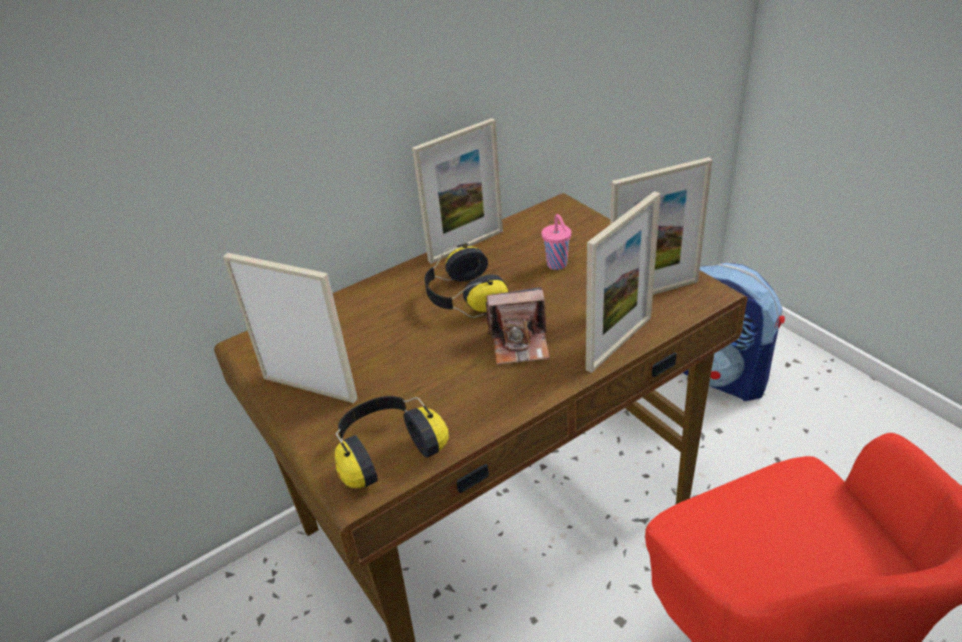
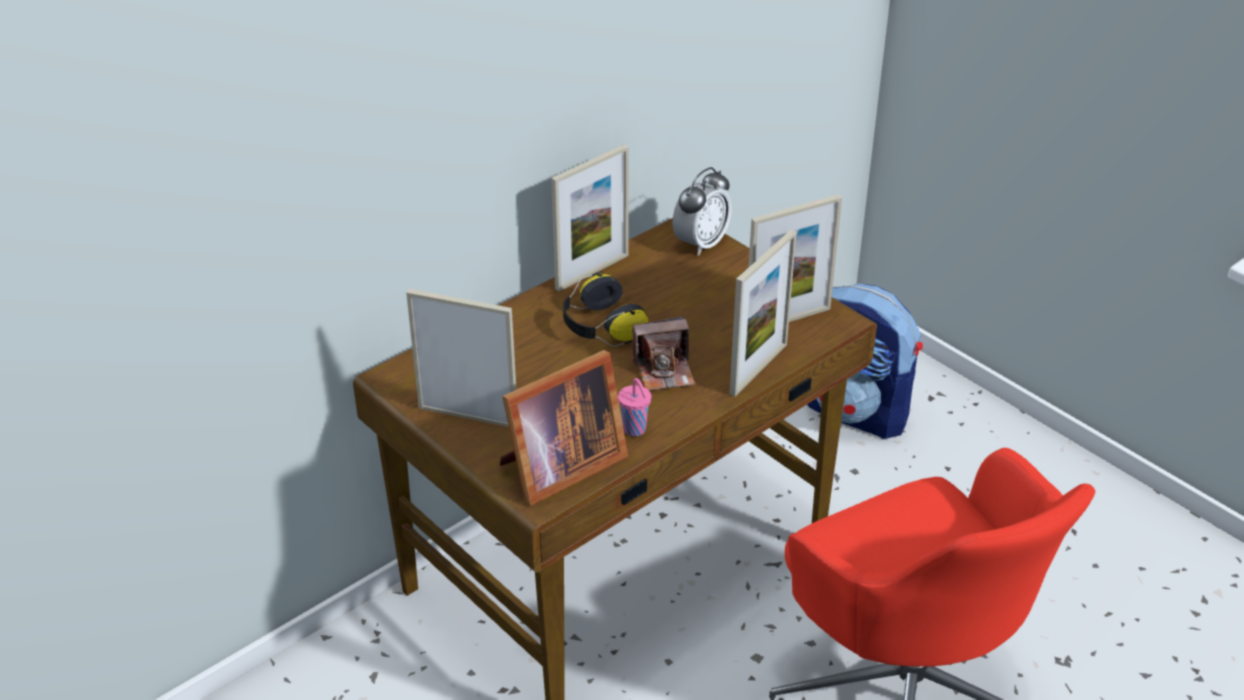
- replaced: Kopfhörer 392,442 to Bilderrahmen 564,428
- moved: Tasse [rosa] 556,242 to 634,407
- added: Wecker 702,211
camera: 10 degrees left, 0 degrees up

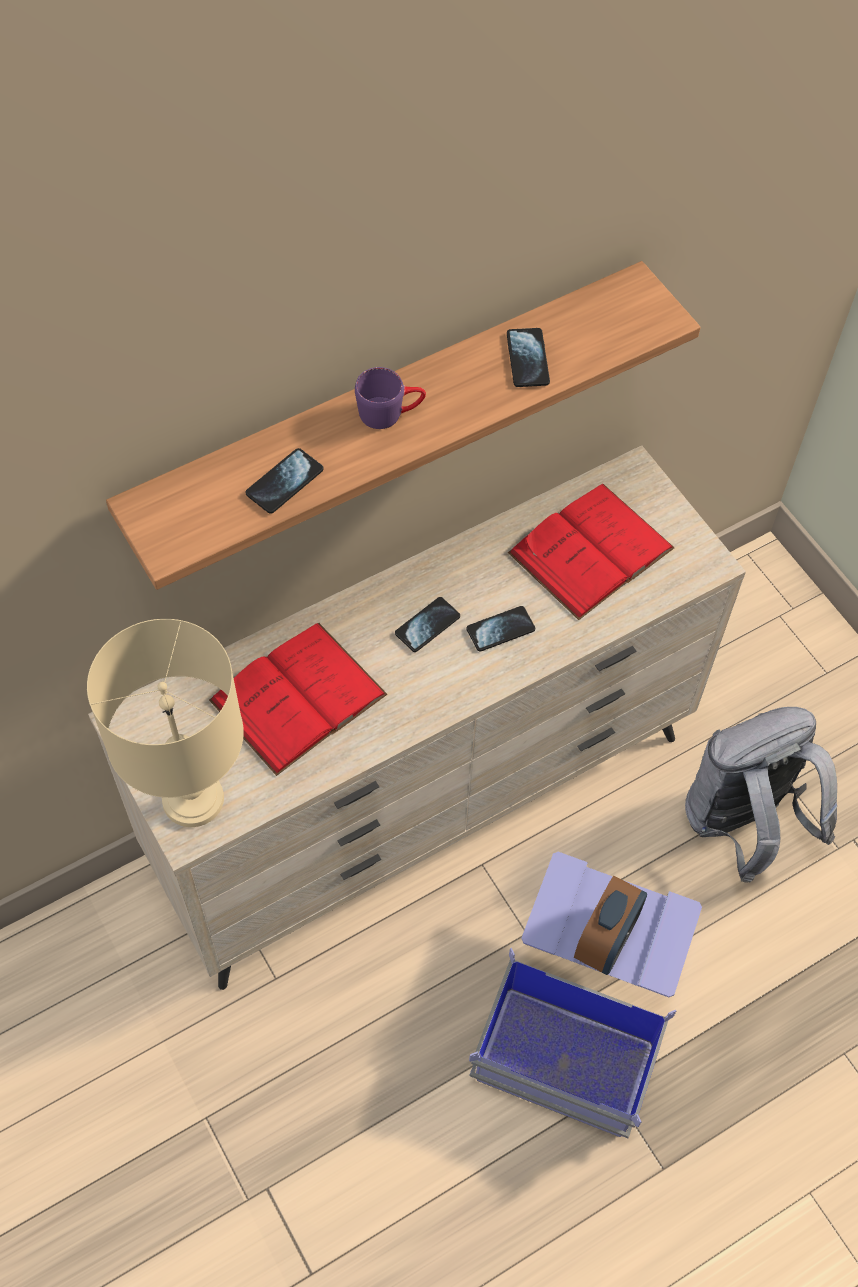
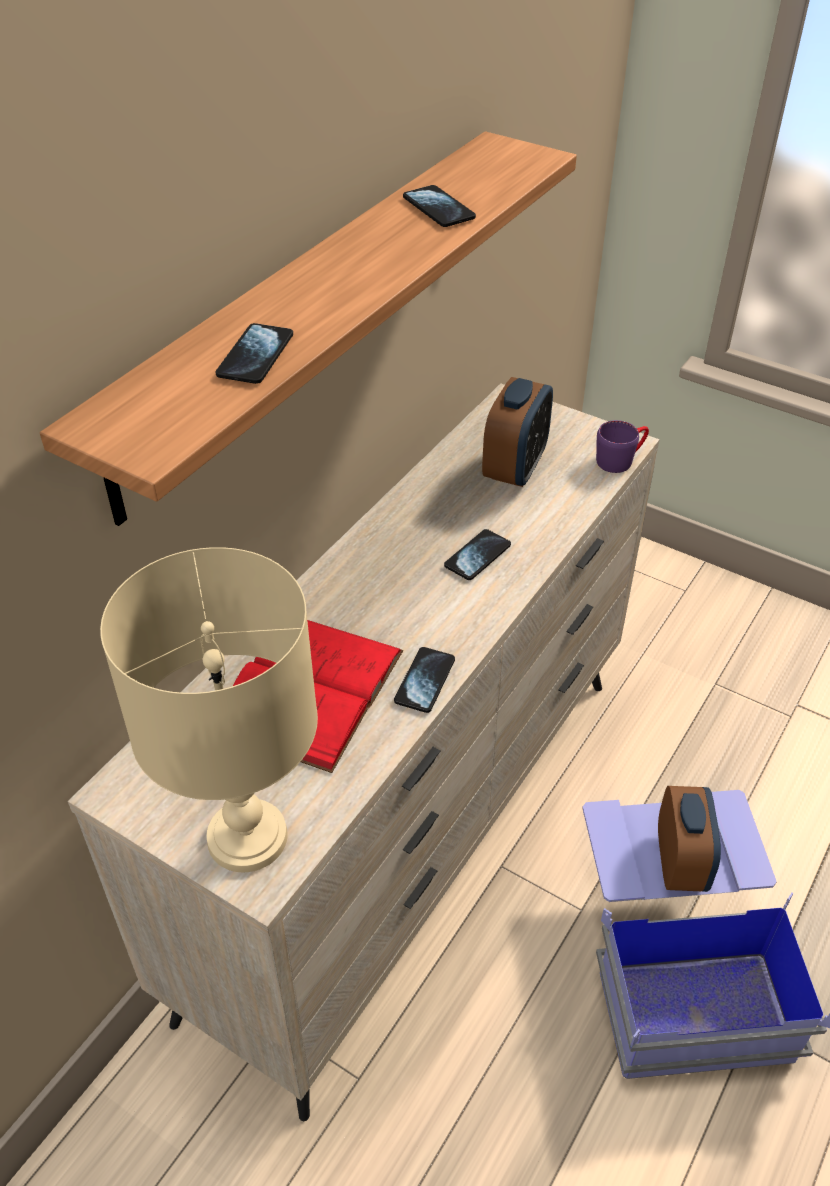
- moved: Handy 427,624 to 424,680
- replaced: Buch [rot] 591,552 to Wecker 517,432
- moved: Henkelbecher [lila] 390,398 to 622,446
- removed: Rucksack [grau] 761,795
camera: 25 degrees left, 15 degrees down

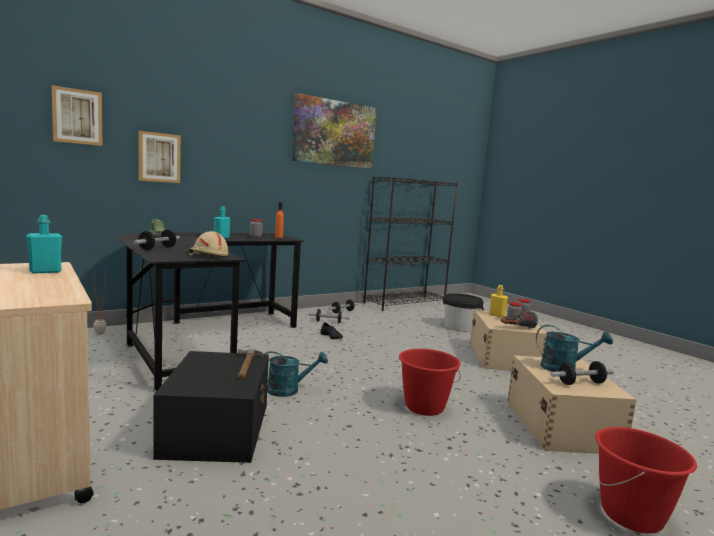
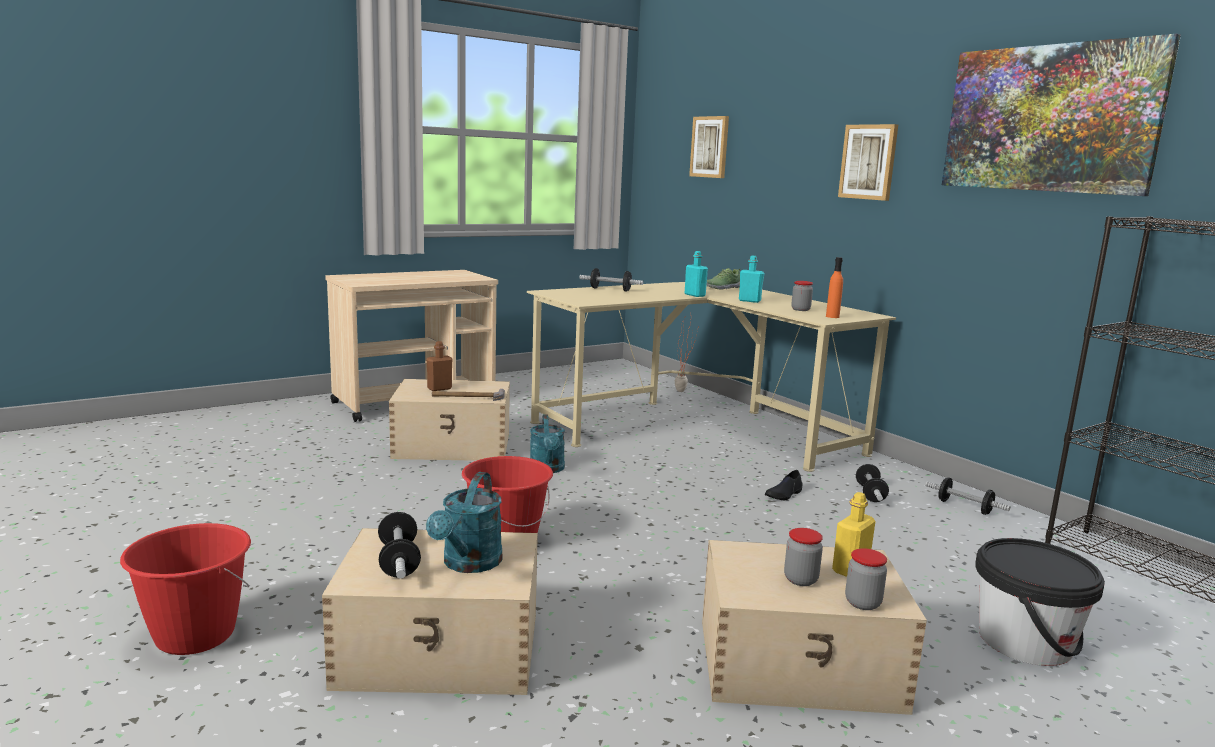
- recoloured: Aufbewahrungsbox [schwarz] 211,407 to Aufbewahrungsbox [beige] 449,420
- added: Flasche [braun] 439,366
- recoloured: Schreibtisch [schwarz] 211,313 to Schreibtisch [beige] 711,377
- moved: Flasche [türkis] 44,244 to 696,274
- moved: Bild 159,157 to 868,162
- removed: Schutzhelm [beige] 209,244
- removed: Taschenlampe 519,319
camera: 90 degrees right, 5 degrees up

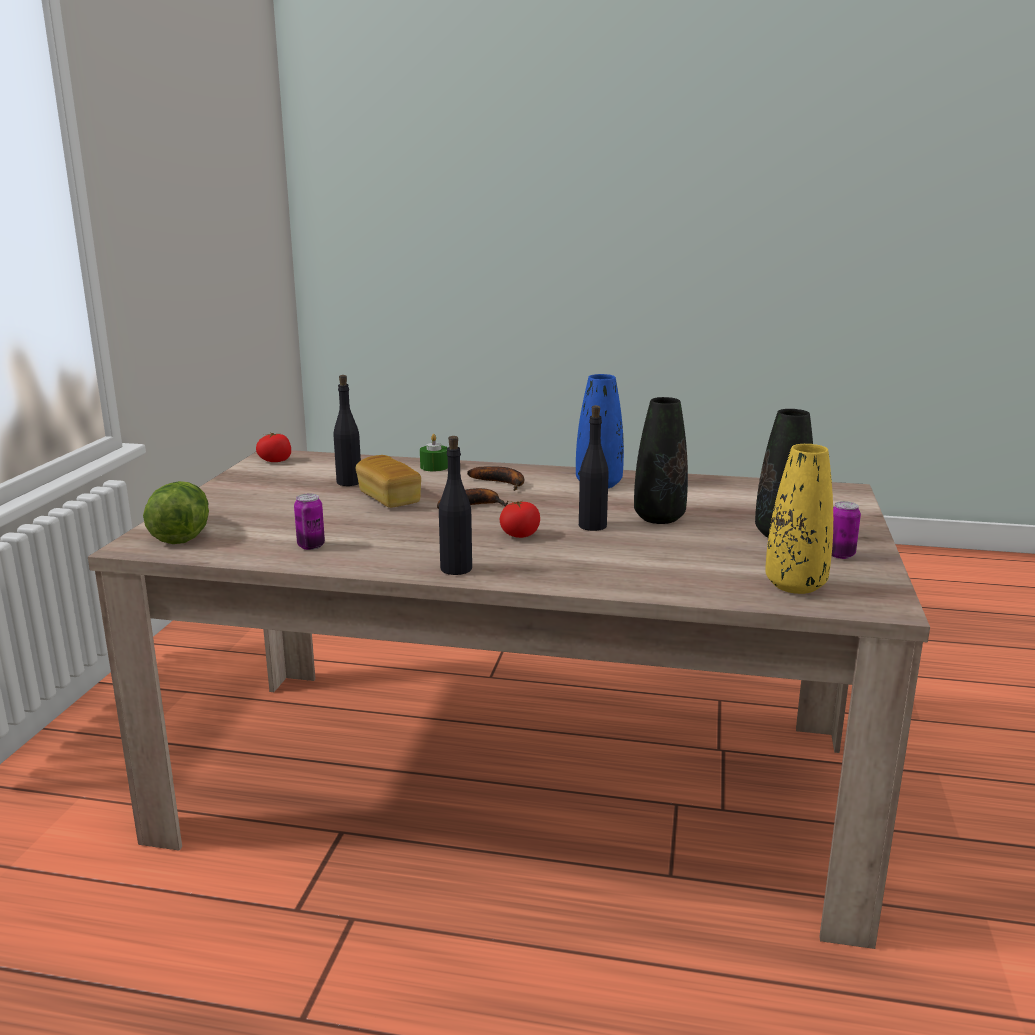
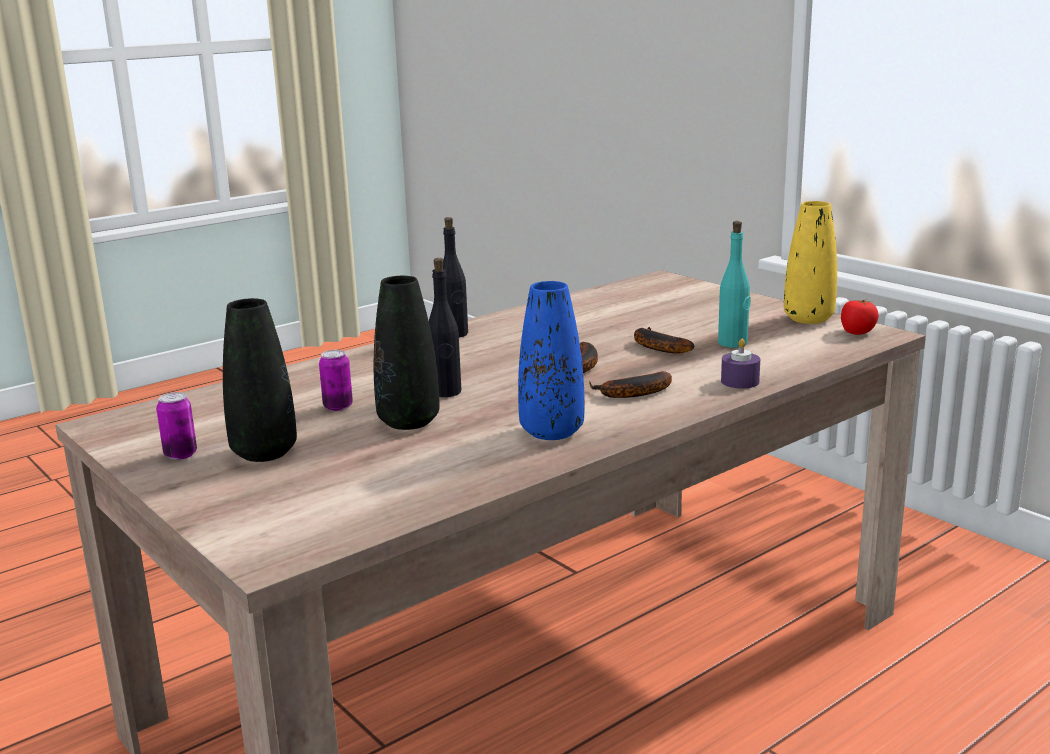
- moved: Dose 309,522 to 336,380
- replaced: Brot 388,481 to Banane 664,340
- recoloured: Flasche [schwarz] 347,430 to Flasche [türkis] 734,284
- recoloured: Kerze [grün] 434,452 to Kerze [lila] 740,364
- moved: Vase [gelb] 799,519 to 810,262
- removed: Salatkopf 176,512
- removed: Tomate 520,519
camera: 130 degrees right, 0 degrees up

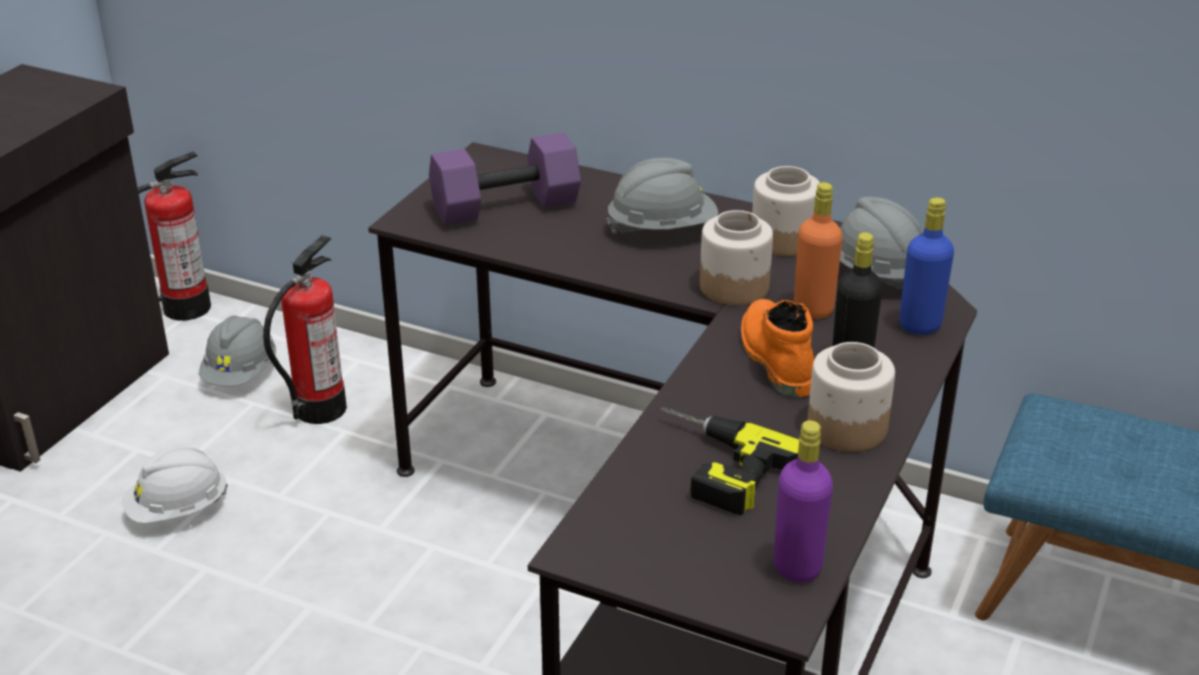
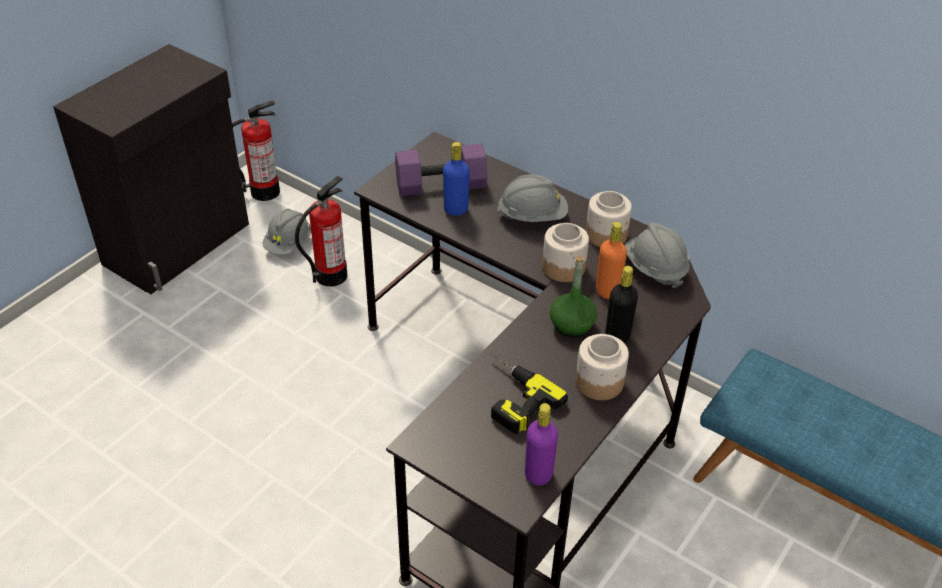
- moved: Flasche [blau] 927,266 to 456,179
- replaced: Stiefel [orange] 777,348 to Flasche [grün] 573,296
- removed: Schutzhelm [weiß] 175,484
camera: 10 degrees right, 10 degrees up

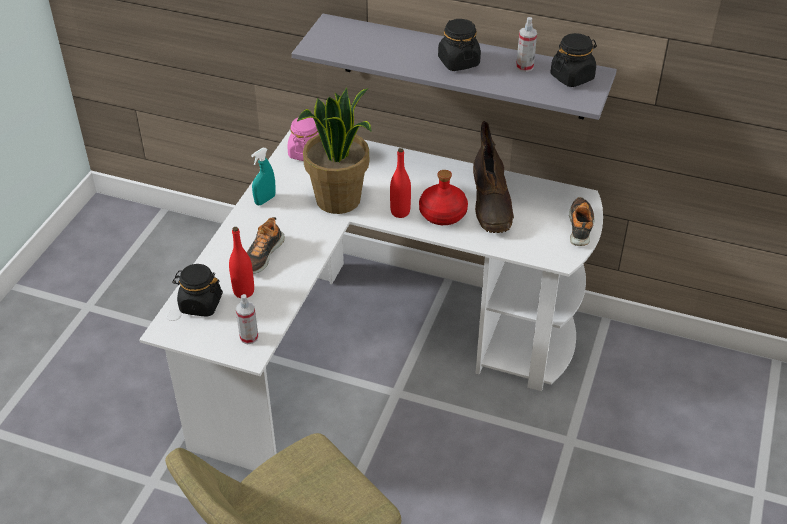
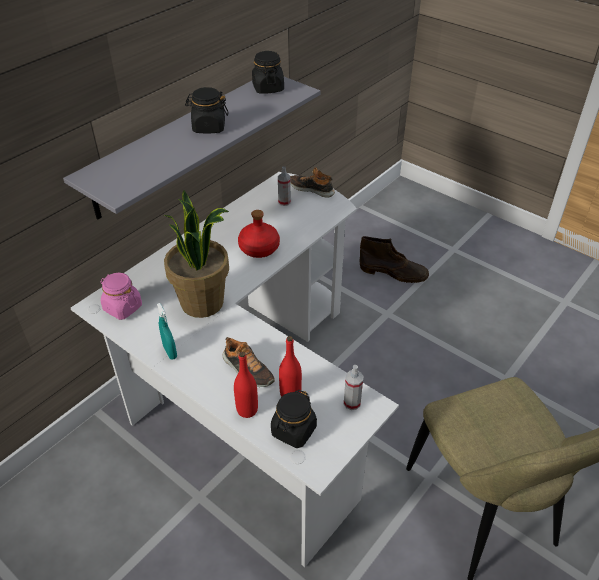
- moved: Flasche [rot] 400,183 to 246,385
- moved: Sprühflasche 526,44 to 284,186
- moved: Stiefel [braun] 493,177 to 394,259
camera: 70 degrees left, 0 degrees up

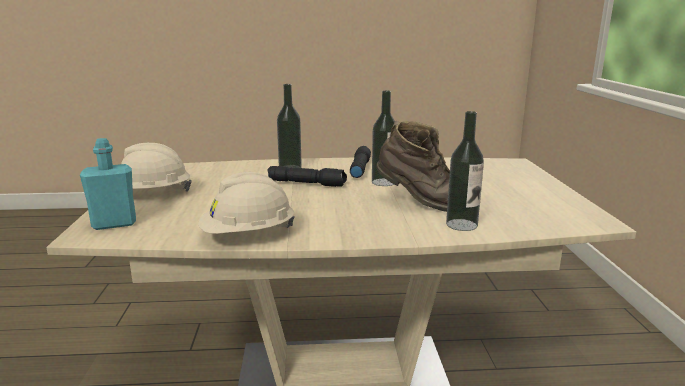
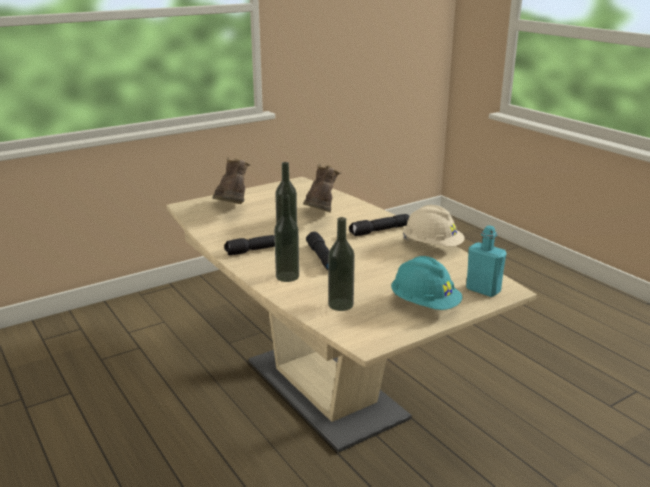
- added: Stiefel [braun] 231,180
- moved: Flasche 465,171 to 341,264
- added: Taschenlampe [schwarz] 379,225
- recoloured: Schutzhelm [beige] 156,167 to Schutzhelm [türkis] 427,283
camera: 120 degrees left, 5 degrees up

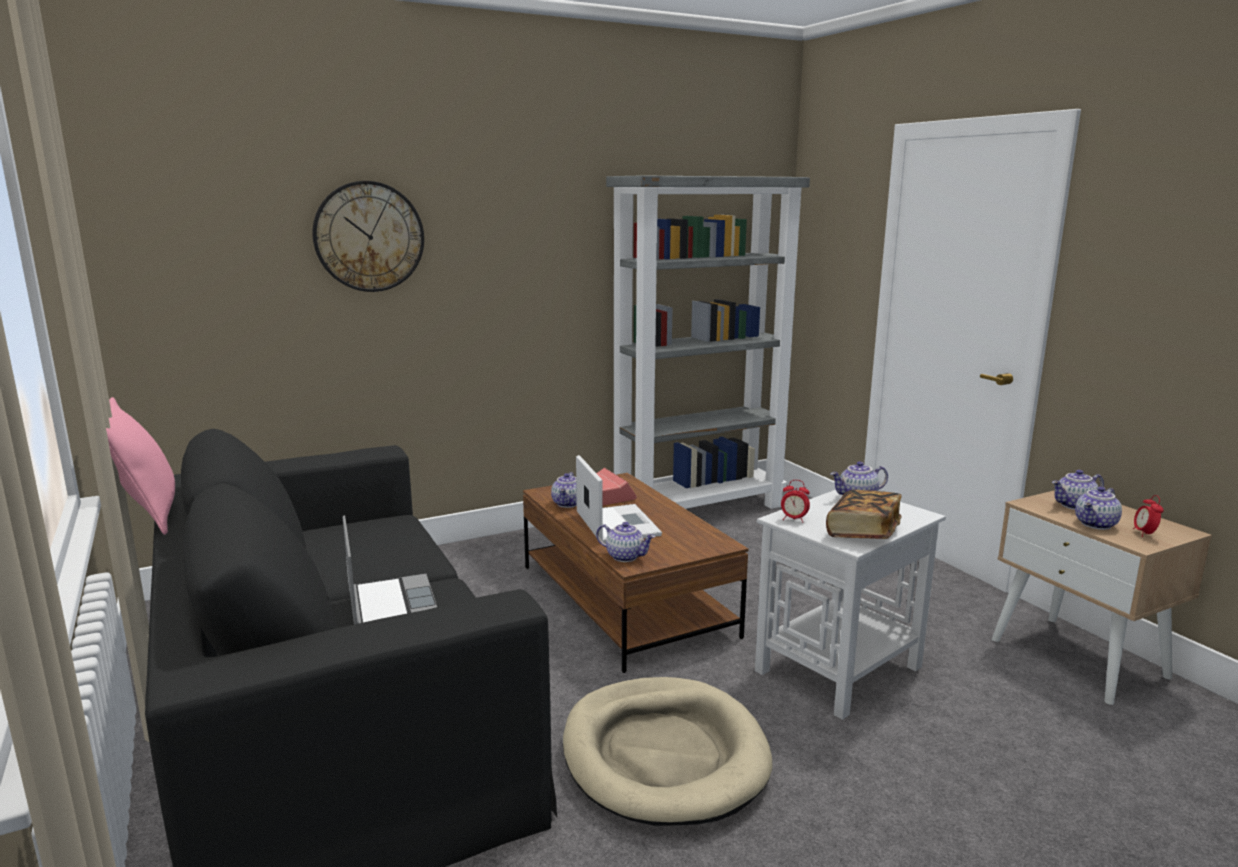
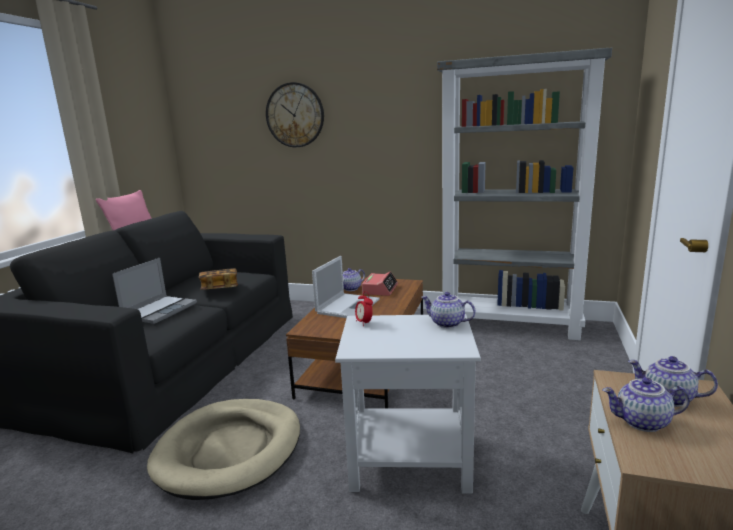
- moved: Buch 864,514 to 218,279
- removed: Teekanne 625,542
- removed: Wecker 1148,516
camera: 45 degrees right, 0 degrees up

